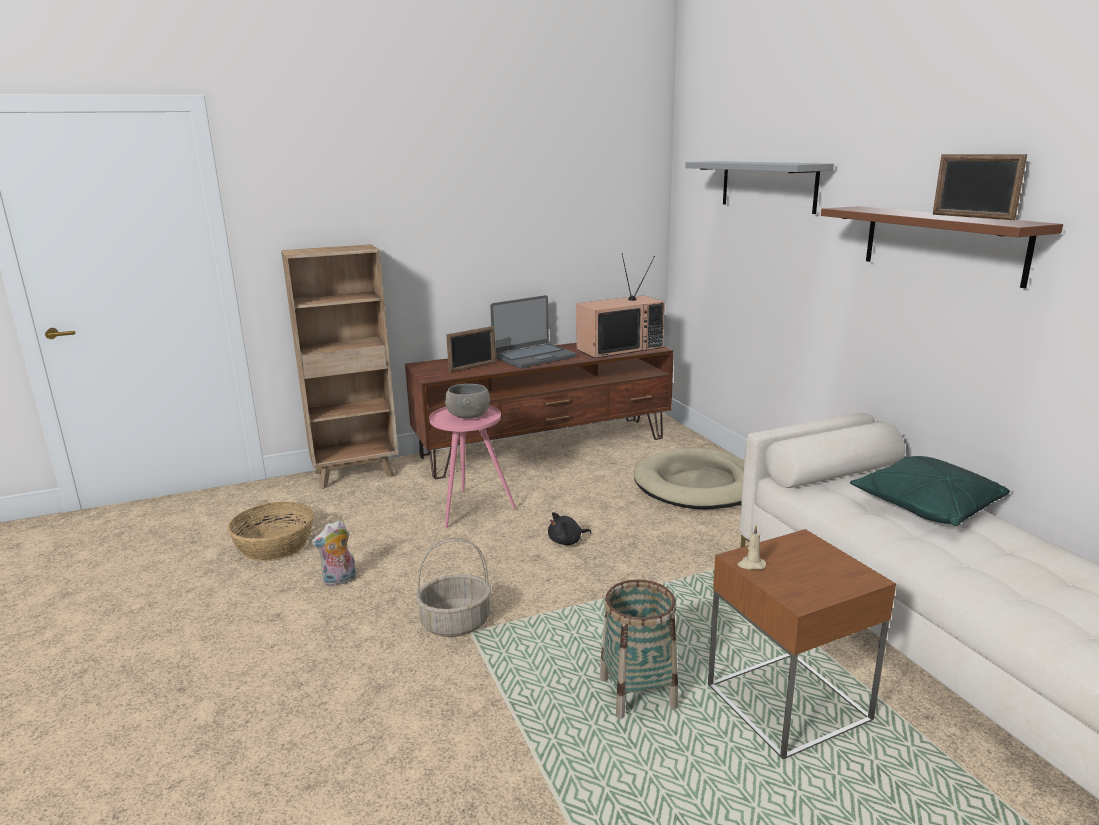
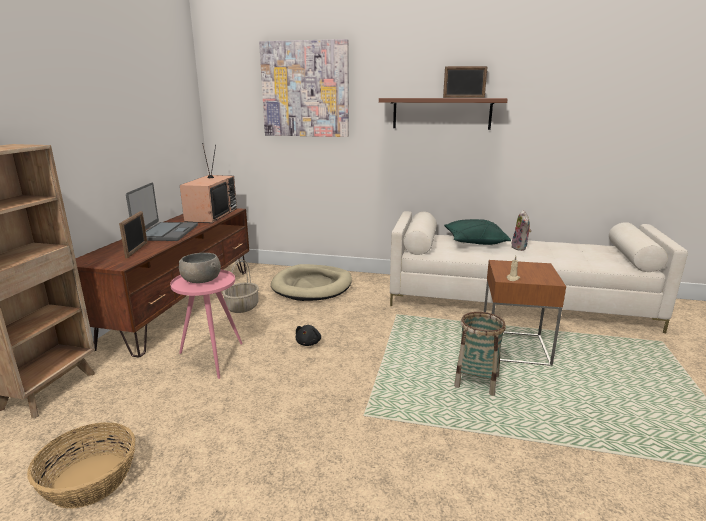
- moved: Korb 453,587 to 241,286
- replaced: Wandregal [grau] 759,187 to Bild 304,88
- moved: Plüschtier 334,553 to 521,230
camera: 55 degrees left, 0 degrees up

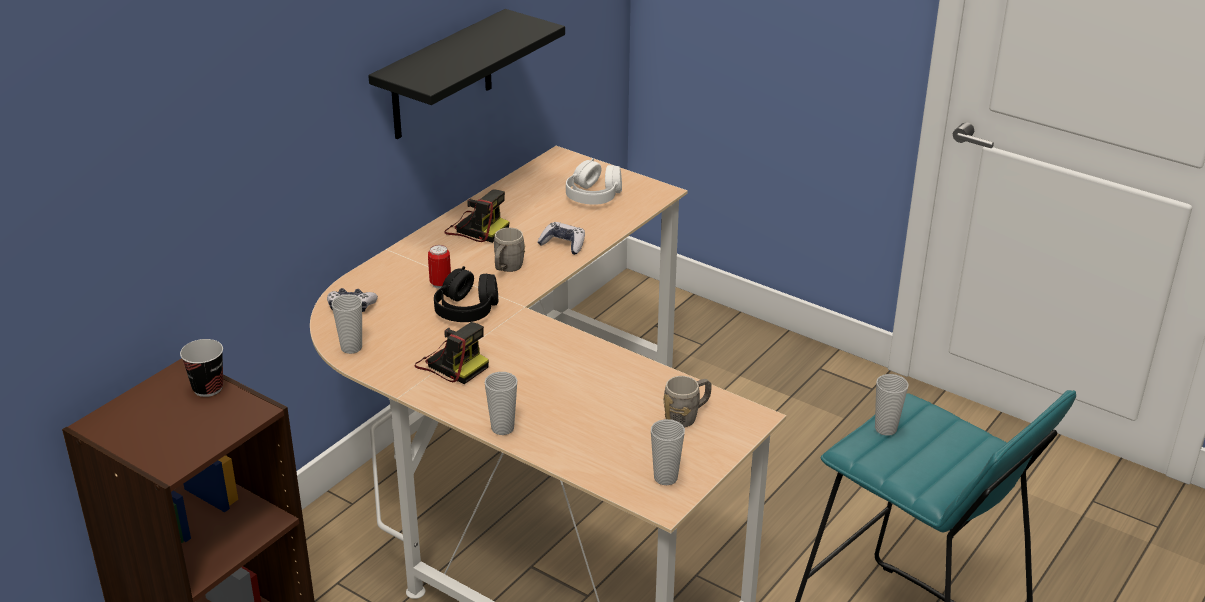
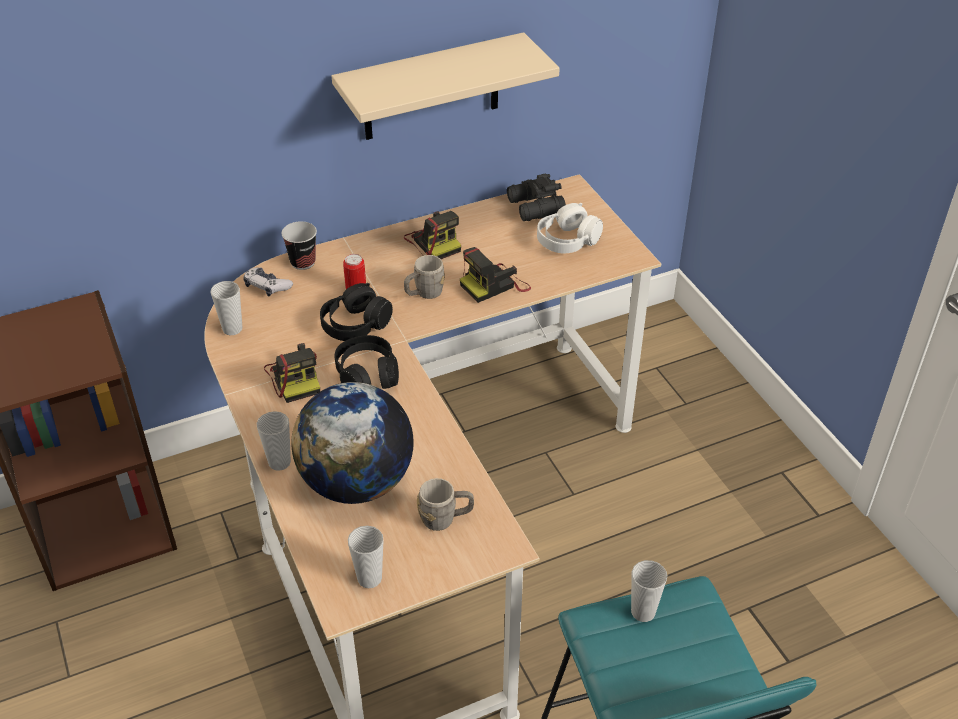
- moved: Tasse 201,368 to 299,245
- added: Globus 352,443
- recoloured: Wandregal [schwarz] 466,74 to Wandregal [beige] 446,86
- added: Kopfhörer [schwarz] 366,362
- replaced: Gamepad 561,238 to Kamera 495,275
- added: Fernglas [schwarz] 536,197
camera: 30 degrees right, 10 degrees up

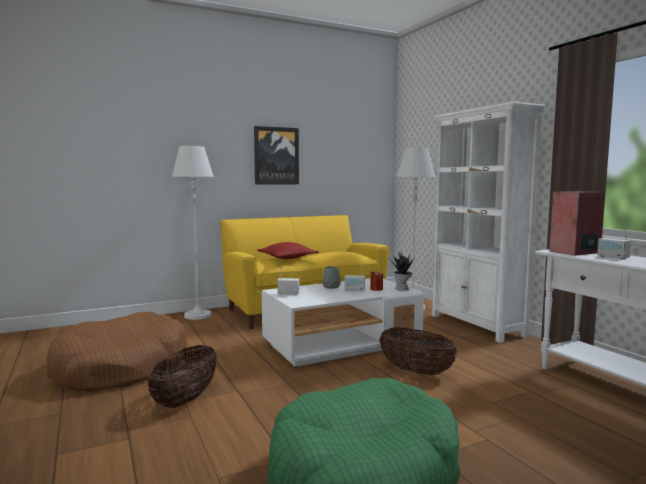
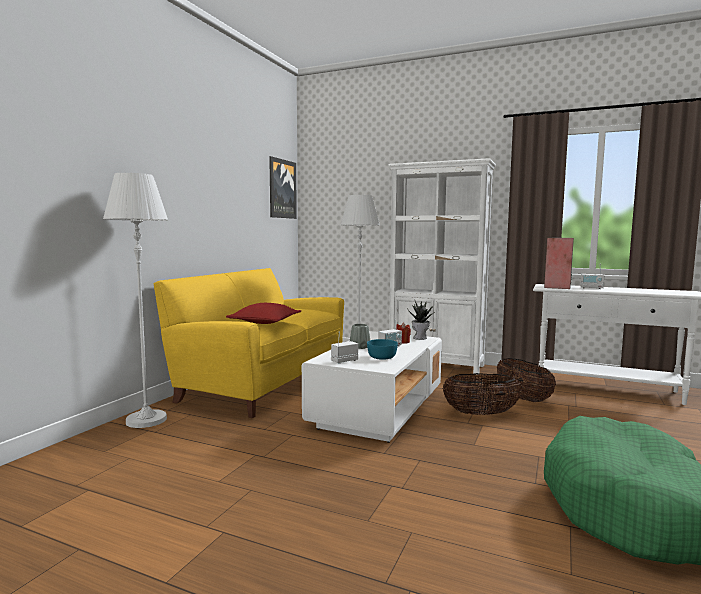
- moved: Bild 276,155 to 283,187
- added: Schüssel [türkis] 382,349
- moved: Korb 182,376 to 526,380
- removed: Hundebett [braun] 116,351
camera: 40 degrees left, 0 degrees up

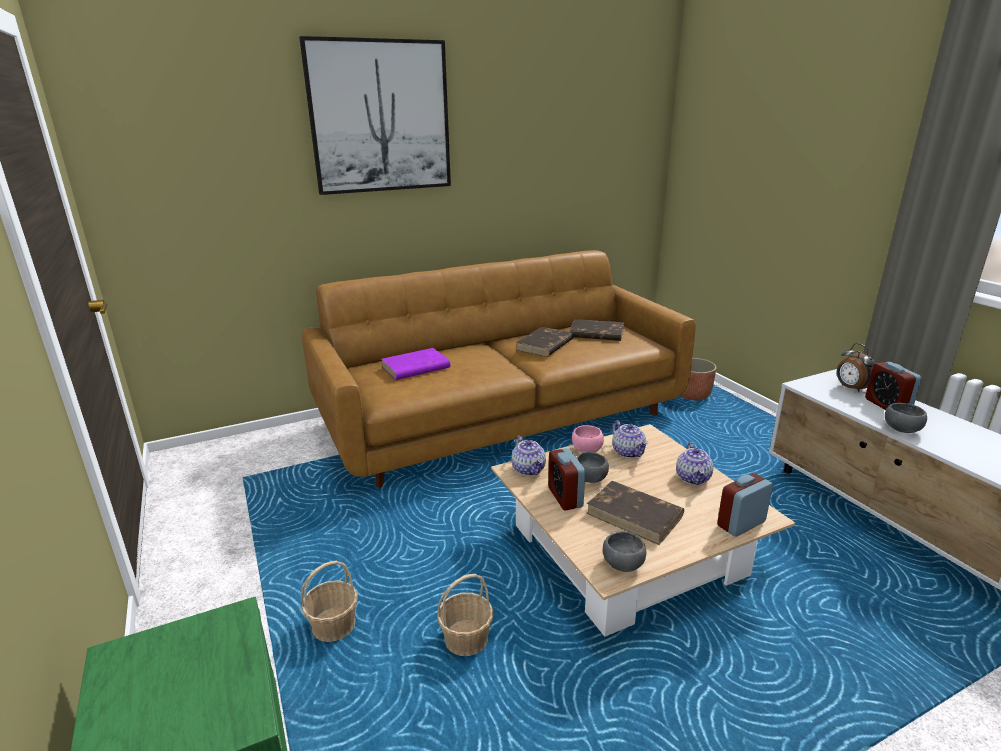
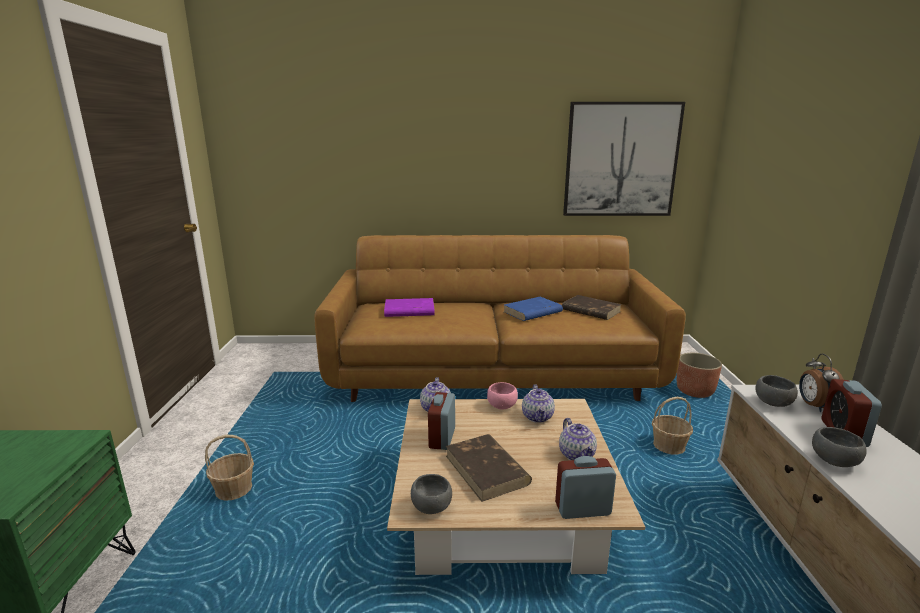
- recoloured: Buch [braun] 544,342 to Buch [blau] 533,309
- turned: Teekanne 694,463 = 578,439 45 degrees counterclockwise
- moved: Bild 375,115 to 624,159
- moved: Korb 465,615 to 672,426
- moved: Schüssel [grau] 592,467 to 776,391
camera: 25 degrees right, 5 degrees down

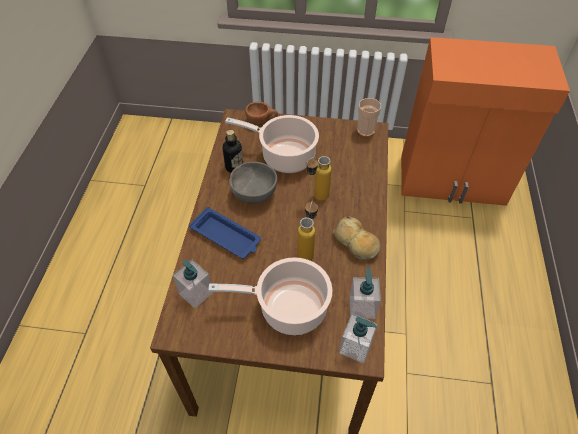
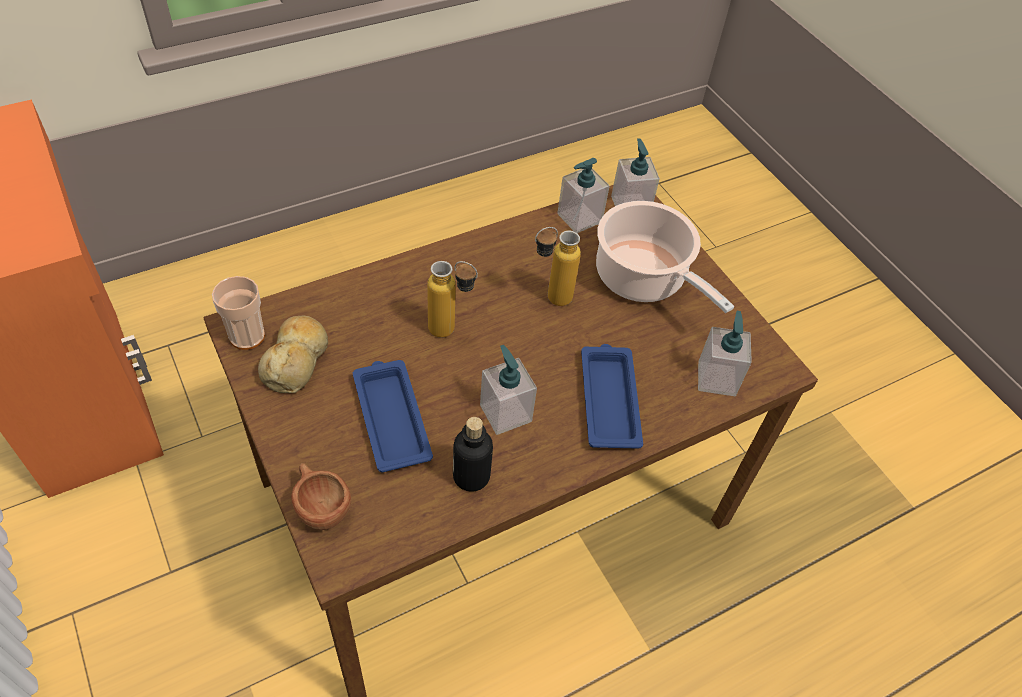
- moved: Brot 357,238 to 293,354
- replaced: Kochtopf 272,144 to Tablett [blau] 393,416
- replaced: Schüssel [grau] 253,183 to Seifenspender 508,390
camera: 130 degrees left, 0 degrees up

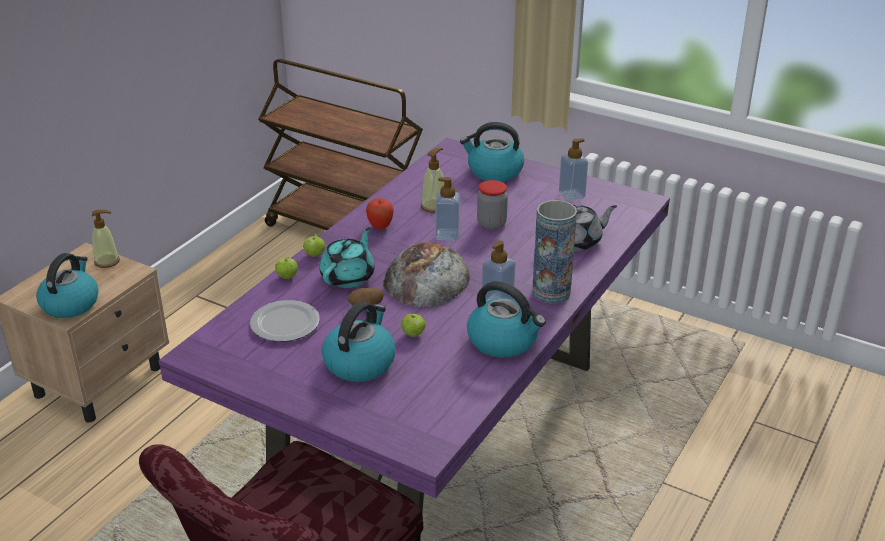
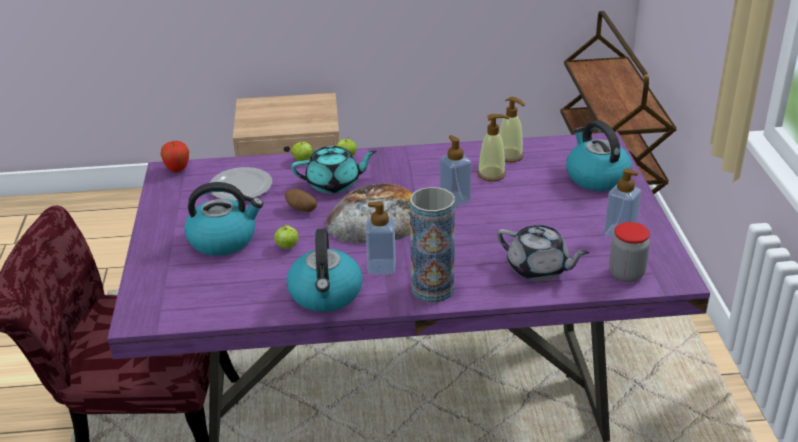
- moved: Apfel 380,214 to 175,157
- moved: Seifenspender 106,239 to 512,129
- moved: Vorratsglas 492,205 to 629,252
- removed: Wasserkessel 67,285
camera: 55 degrees right, 0 degrees up

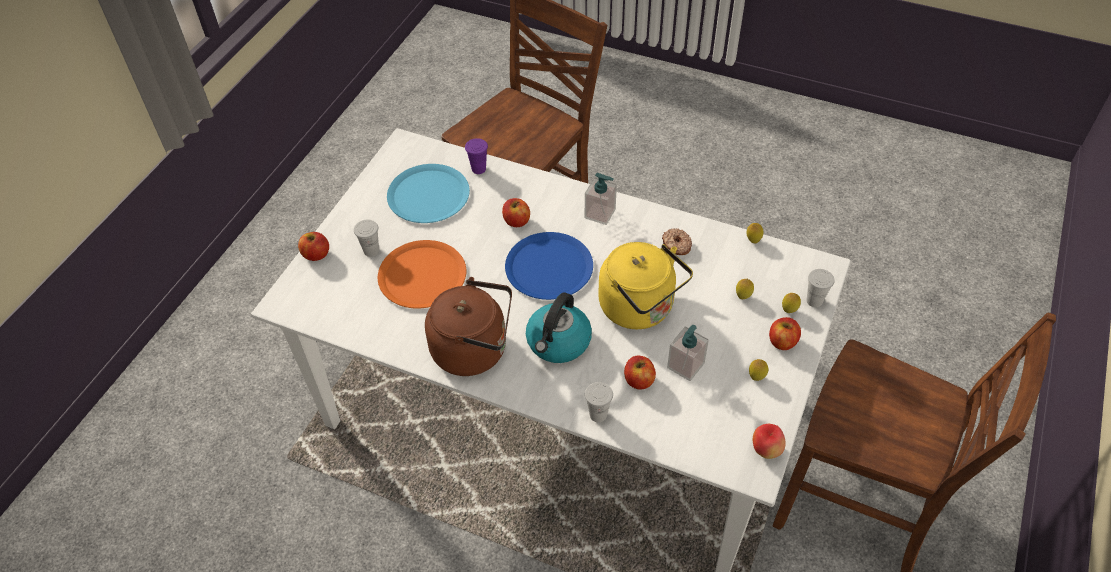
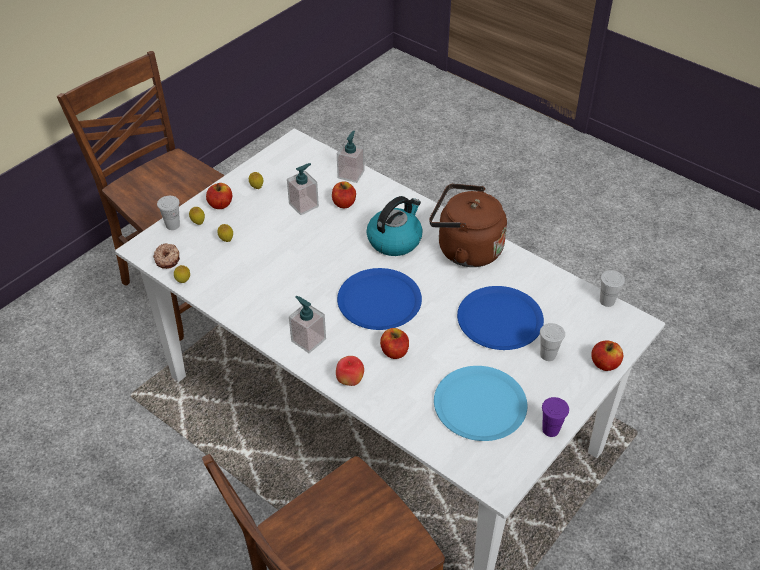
- moved: Donut 677,241 to 166,256
- moved: Apfel 769,441 to 350,371
- added: Seifenspender 351,157
- recoloured: Teller [orange] 422,274 to Teller [blau] 500,318
- moved: Tasse [lila] 476,156 to 555,417
- moved: Tasse [weiß] 599,402 to 612,288
- removed: Wasserkessel [gelb] 645,285
camera: 165 degrees left, 5 degrees down

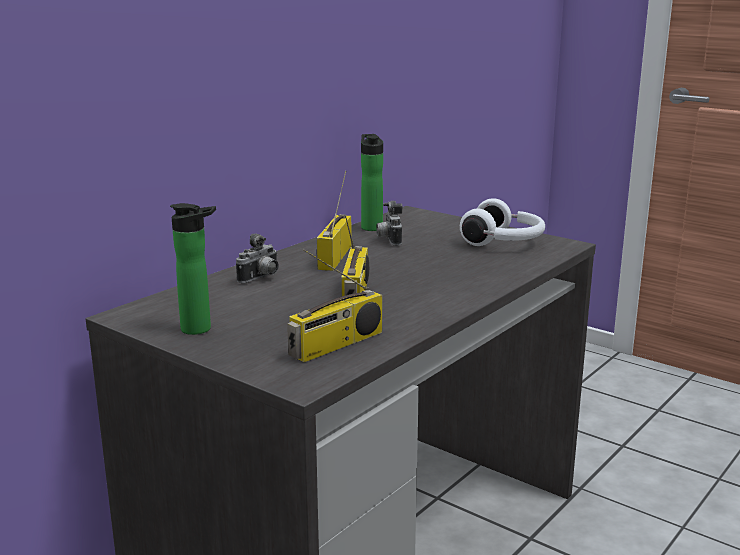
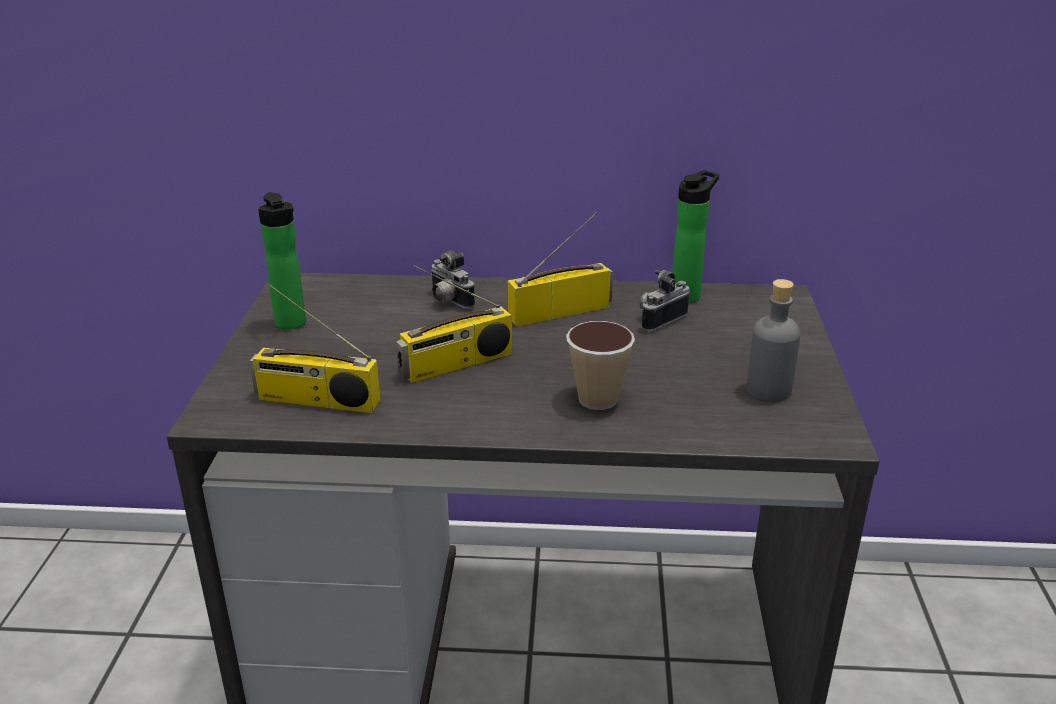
- turned: Kamera 257,258 = 453,279 45 degrees clockwise
- added: Tasse 600,365
- replaced: Kopfhörer [weiß] 502,222 to Flasche [grau] 773,340
camera: 55 degrees right, 10 degrees up

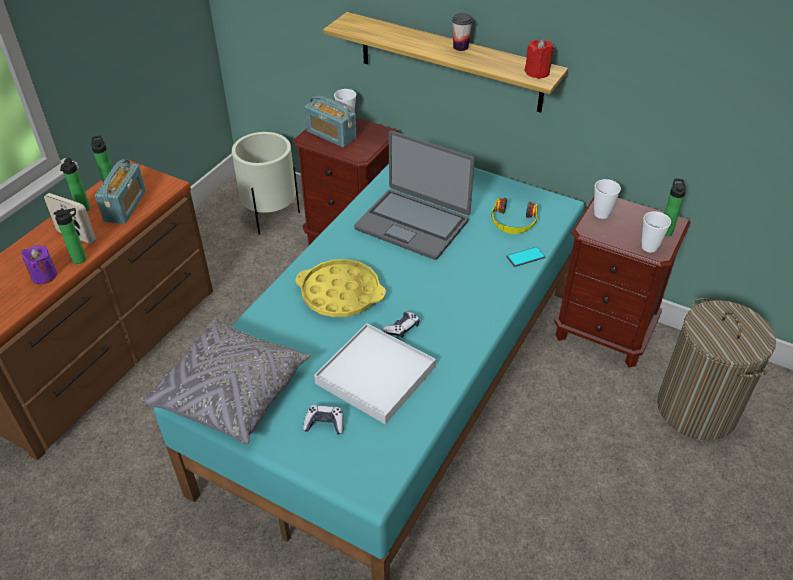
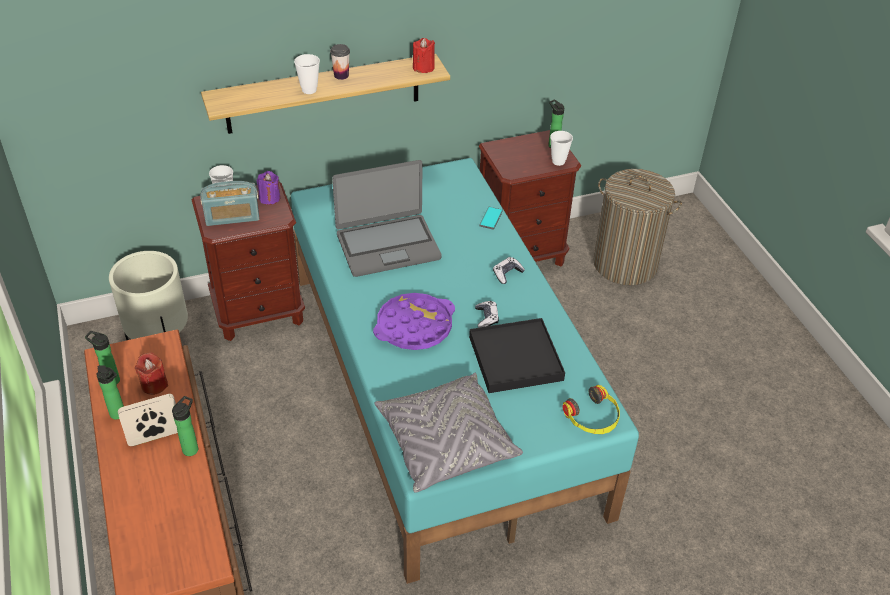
- replaced: Radio 120,191 to Kerze [rot] 151,373
- moved: Kerze [lila] 39,264 to 268,188
- moved: Tasse 607,199 to 307,74
- recoloured: Tablett [gelb] 340,288 to Tablett [lila] 414,321
- recoloured: Tablett [weiß] 375,373 to Tablett [schwarz] 517,355
- moved: Gamepad 323,420 to 509,270
- moved: Kopfhörer 514,216 to 591,409
camera: 50 degrees left, 0 degrees up

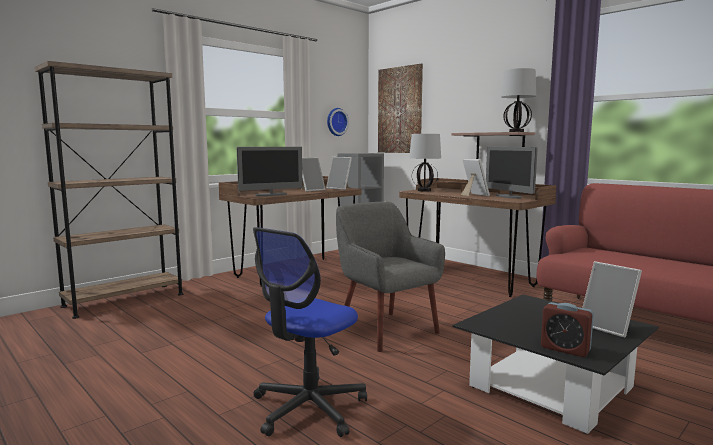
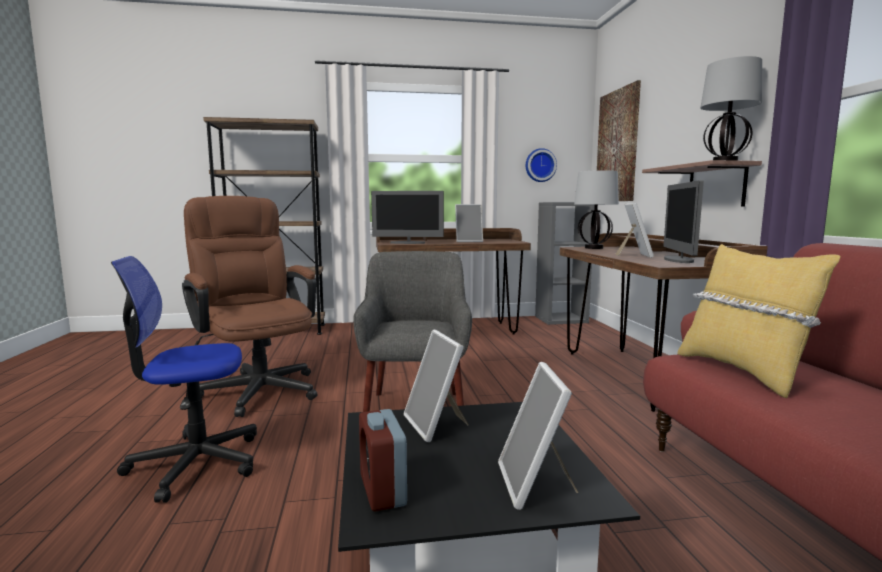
- added: Bürostuhl [braun] 250,306
- moved: Bilderrahmen 339,173 to 436,386
- added: Kissen [gelb] 758,321
camera: 35 degrees right, 0 degrees up

